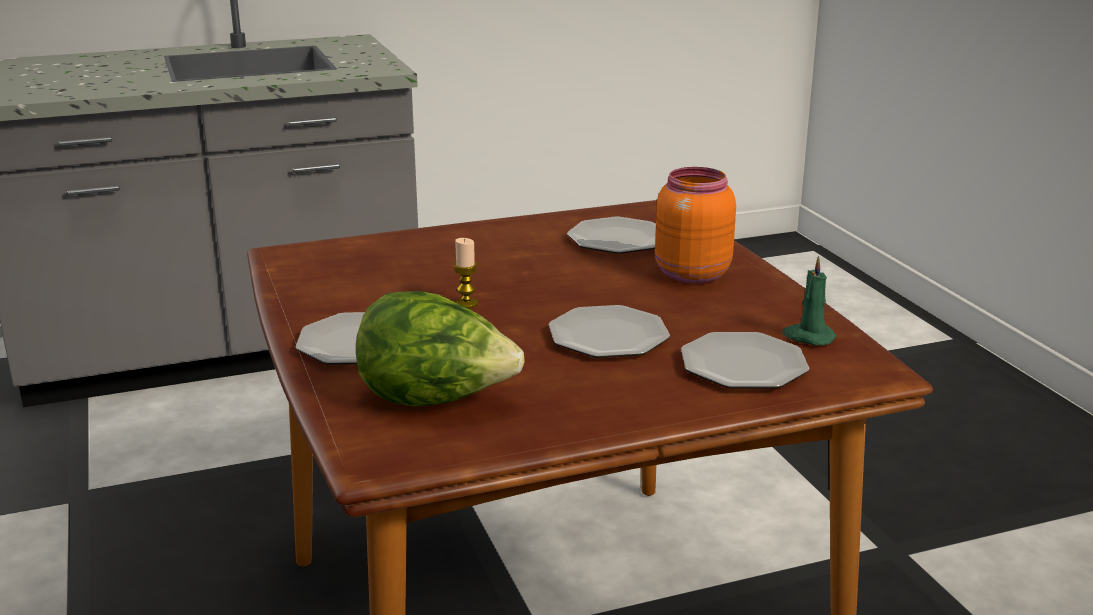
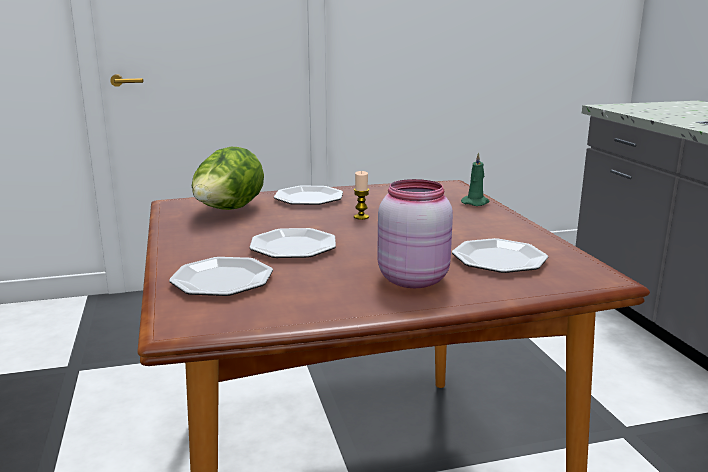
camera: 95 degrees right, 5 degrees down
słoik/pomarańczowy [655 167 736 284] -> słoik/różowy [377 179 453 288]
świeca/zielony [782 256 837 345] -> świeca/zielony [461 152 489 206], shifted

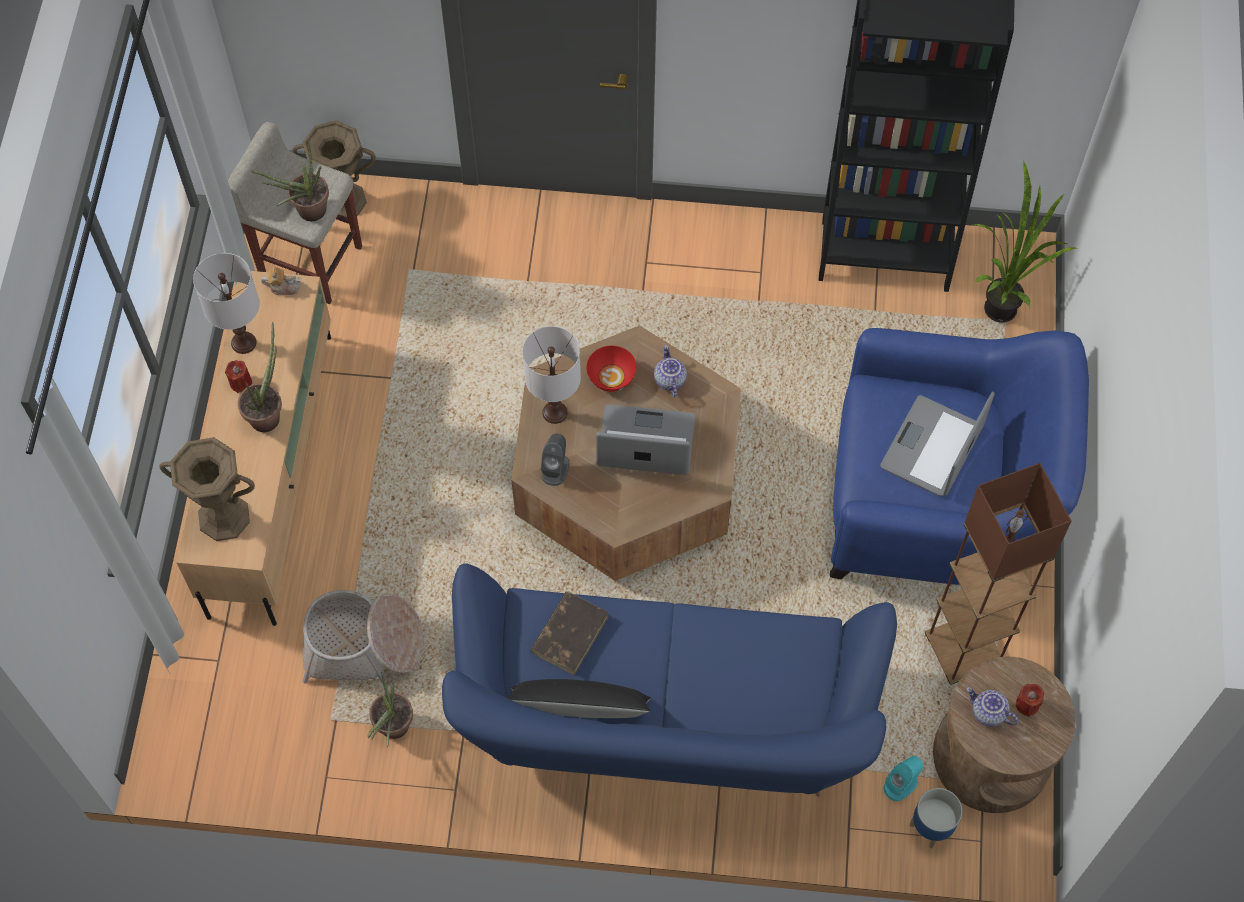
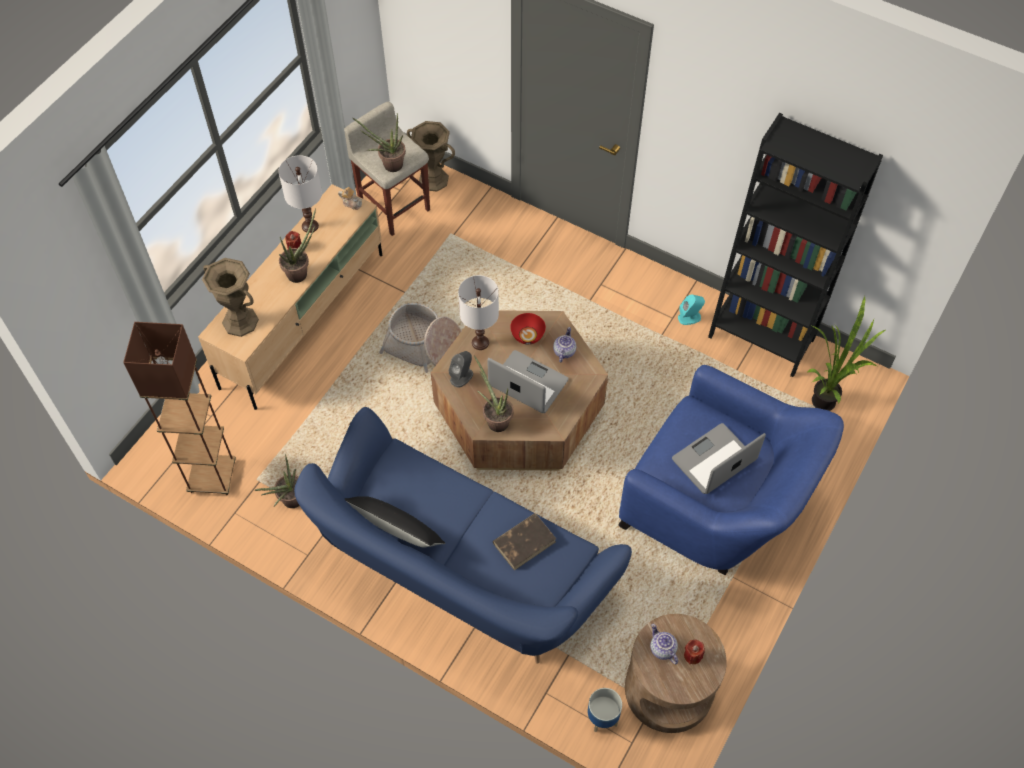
camera: 25 degrees right, 5 degrees down
koszyk [302 590 424 684] -> koszyk [379 303 461 373], shifted
książka/brązowy [530 591 609 675] -> książka/brązowy [493 513 556 570], shifted
głośnik/turkusowy [883 756 923 801] -> głośnik/turkusowy [678 294 705 325], shifted
lampa stojąca/brązowy [925 463 1072 685] -> lampa stojąca/brązowy [123 322 236 495], shifted
none -> roślina doniczkowa [474 356 513 432]

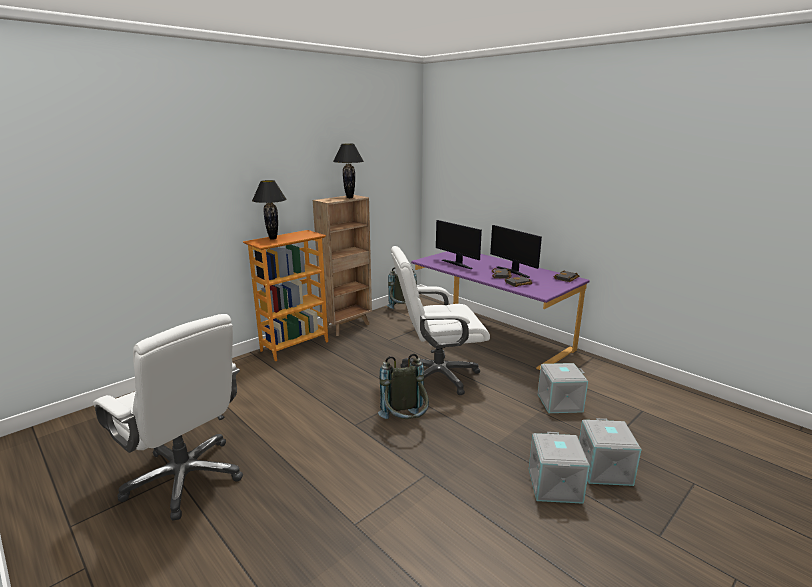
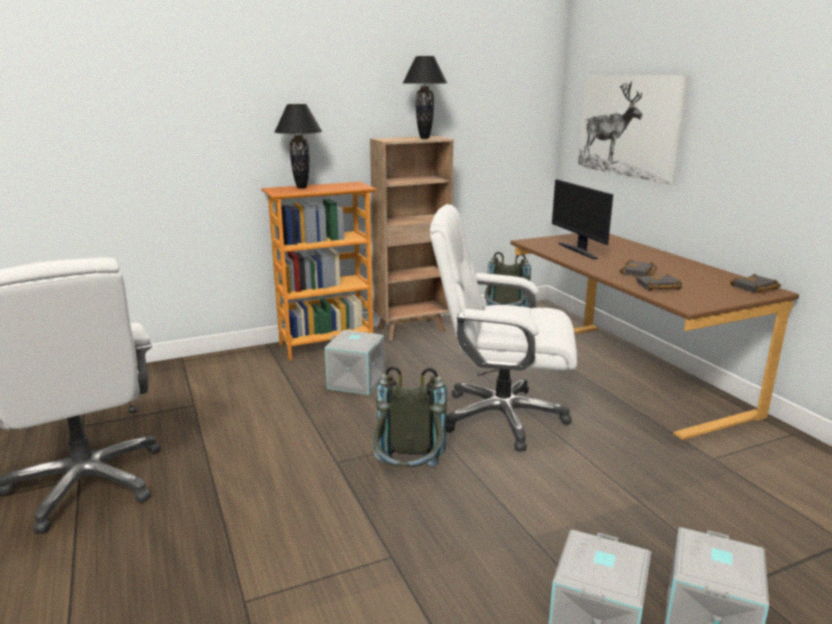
camera: 20 degrees right, 0 degrees up
biurko/fioletowy [411 251 590 370] -> biurko/brązowy [510 233 799 440]
monitor [490 225 542 278] -> none
pojemnik do przechowywania/szary [538 363 588 413] -> pojemnik do przechowywania/szary [325 330 385 395], shifted
none -> obraz [578 75 690 185]

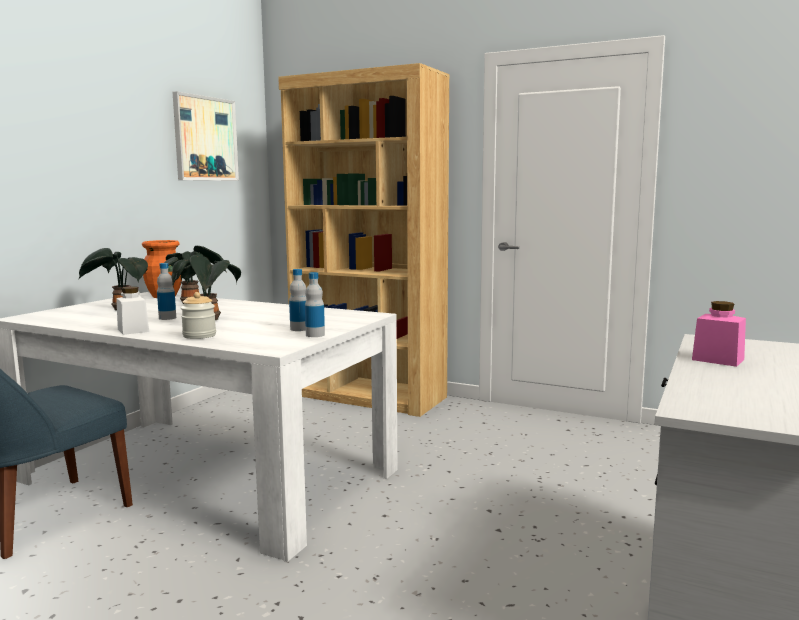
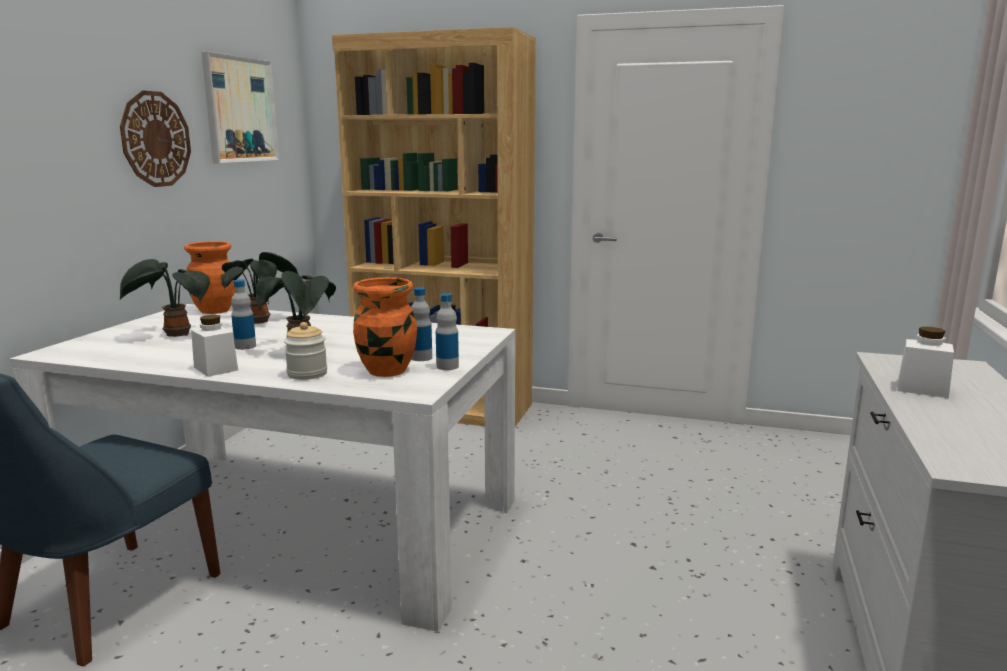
camera: 10 degrees left, 5 degrees up
słoik/różowy [692 301 746 367] -> słoik/biały [897 327 954 398]
none -> zegar ścienny [120 90 191 187]
none -> wazon/pomarańczowy [353 277 417 377]

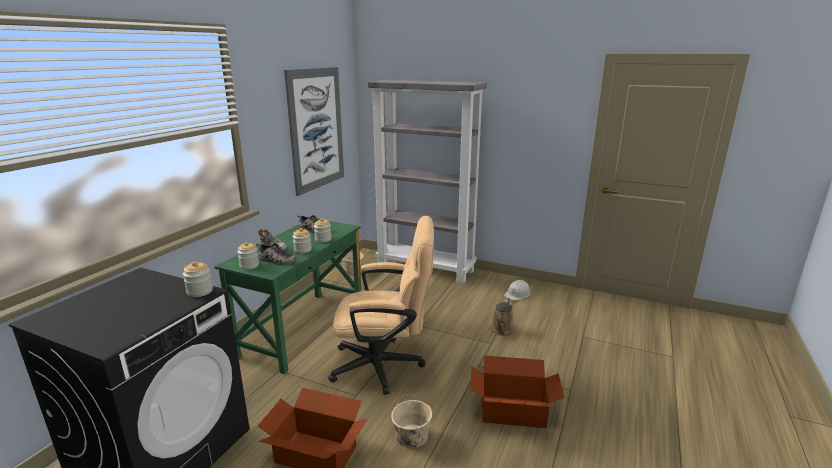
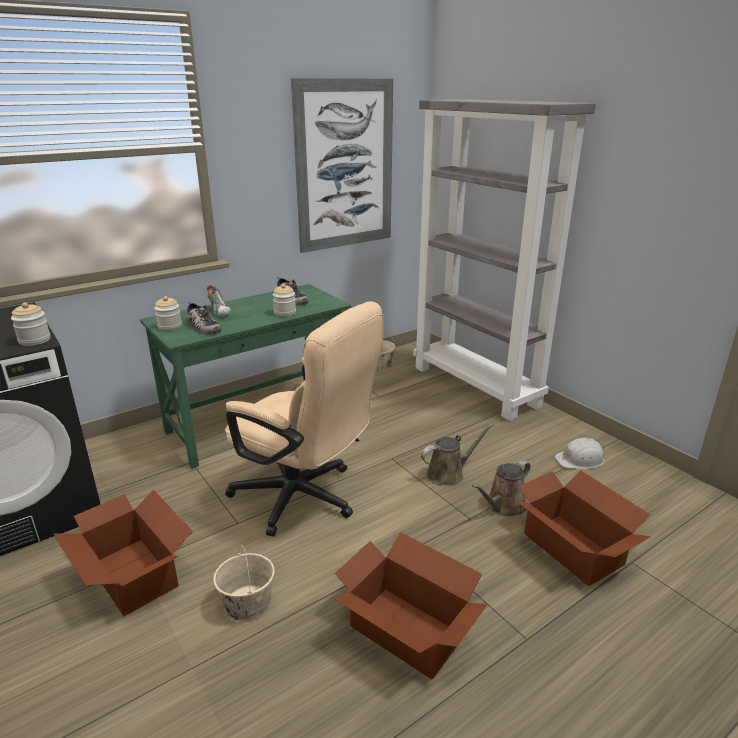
camera: 30 degrees right, 5 degrees up
słoik [293 228 312 253] -> none
none -> konewka/brązowy [421 424 494 486]
none -> karton [515 470 651 586]

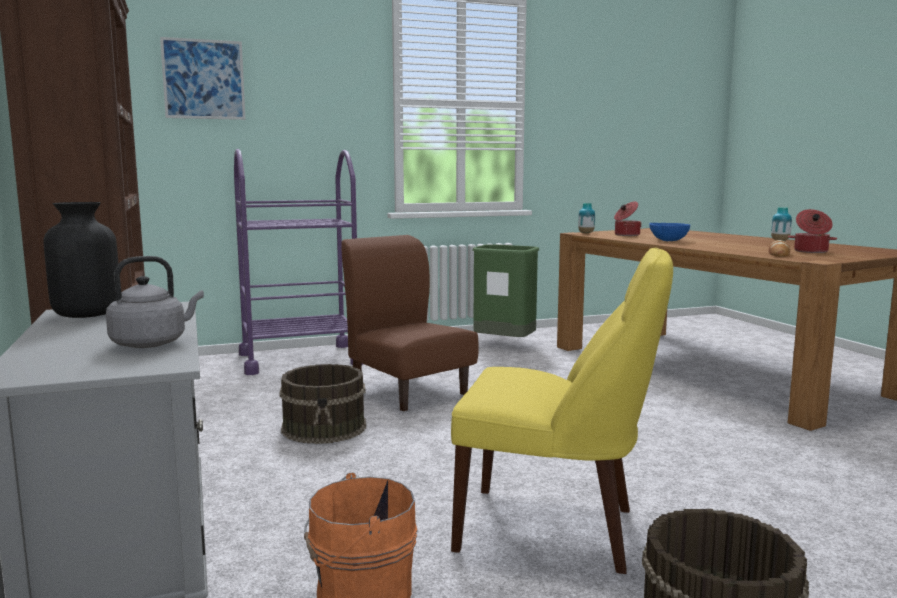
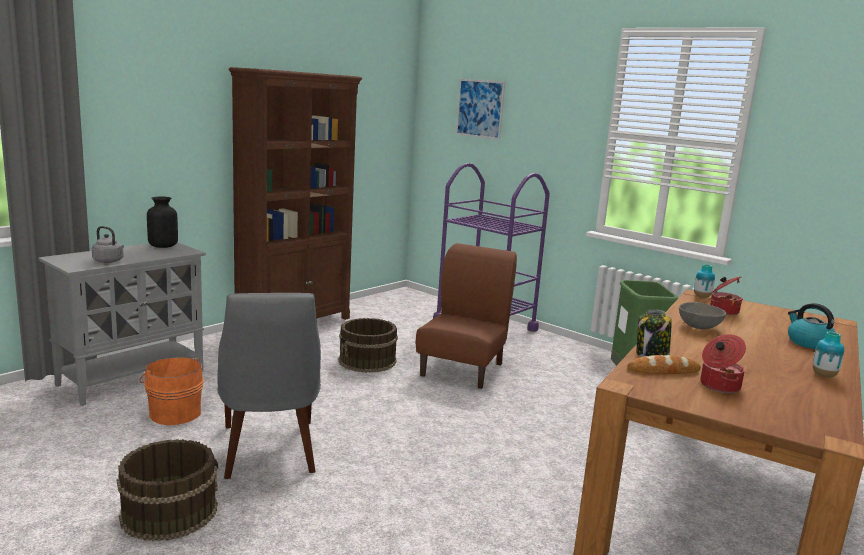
camera: 60 degrees right, 5 degrees up
krzesło/żółty [451 247 673 574] -> krzesło/szary [217 293 321 479]
miska/niebieski [649 223 690 241] -> miska/szary [679 302 726 329]
none -> słoik [636 309 672 357]
none -> czajnik [788 303 835 349]

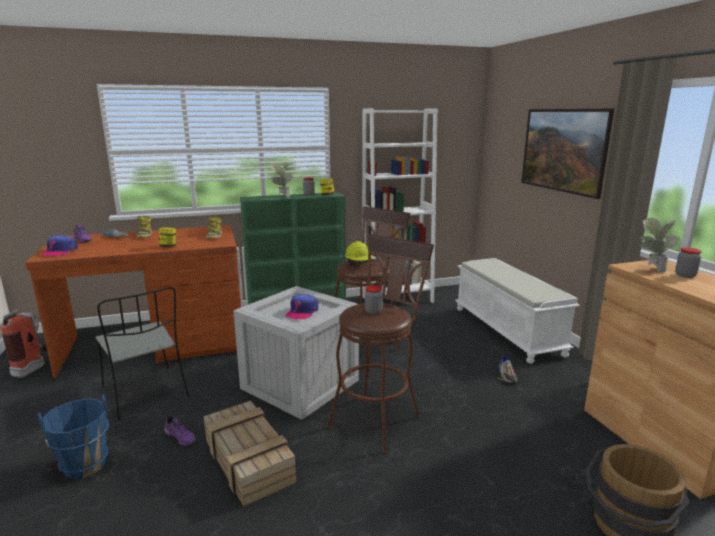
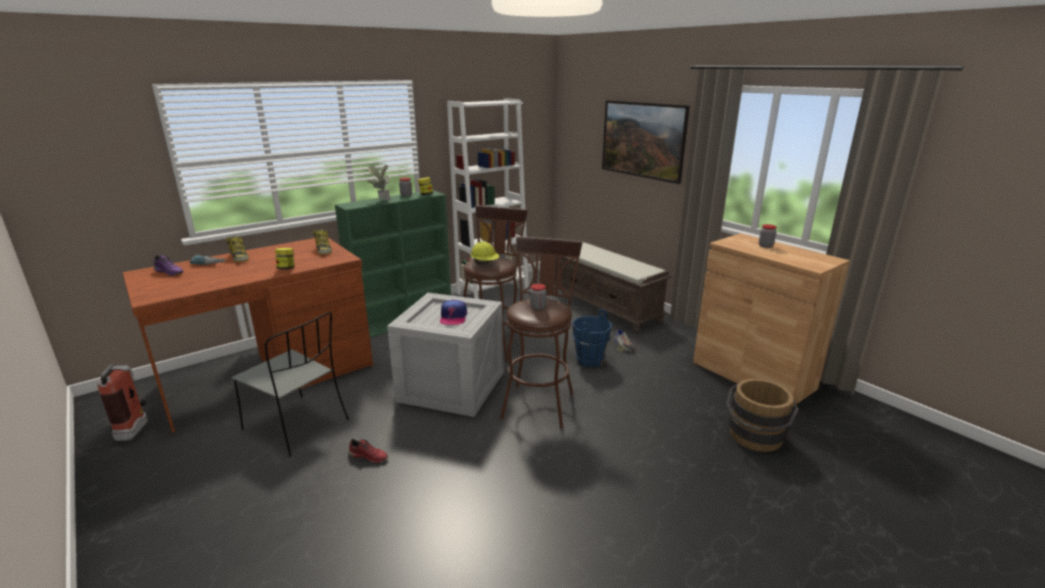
camera: 20 degrees left, 5 degrees up
wiadro/niebieski [38 394 109 479] -> wiadro/niebieski [572 309 612 367], shifted
czapka z daszkiem [41 235 78 256] -> none
but/fioletowy [164 416 196 446] -> but/czerwony [348 439 388 463]
skrzynka [204 401 296 507] -> none
ławka/biały [455 258 580 364] -> ławka/brązowy [553 242 671 333]
roślina doniczkowa [640 217 680 273] -> none

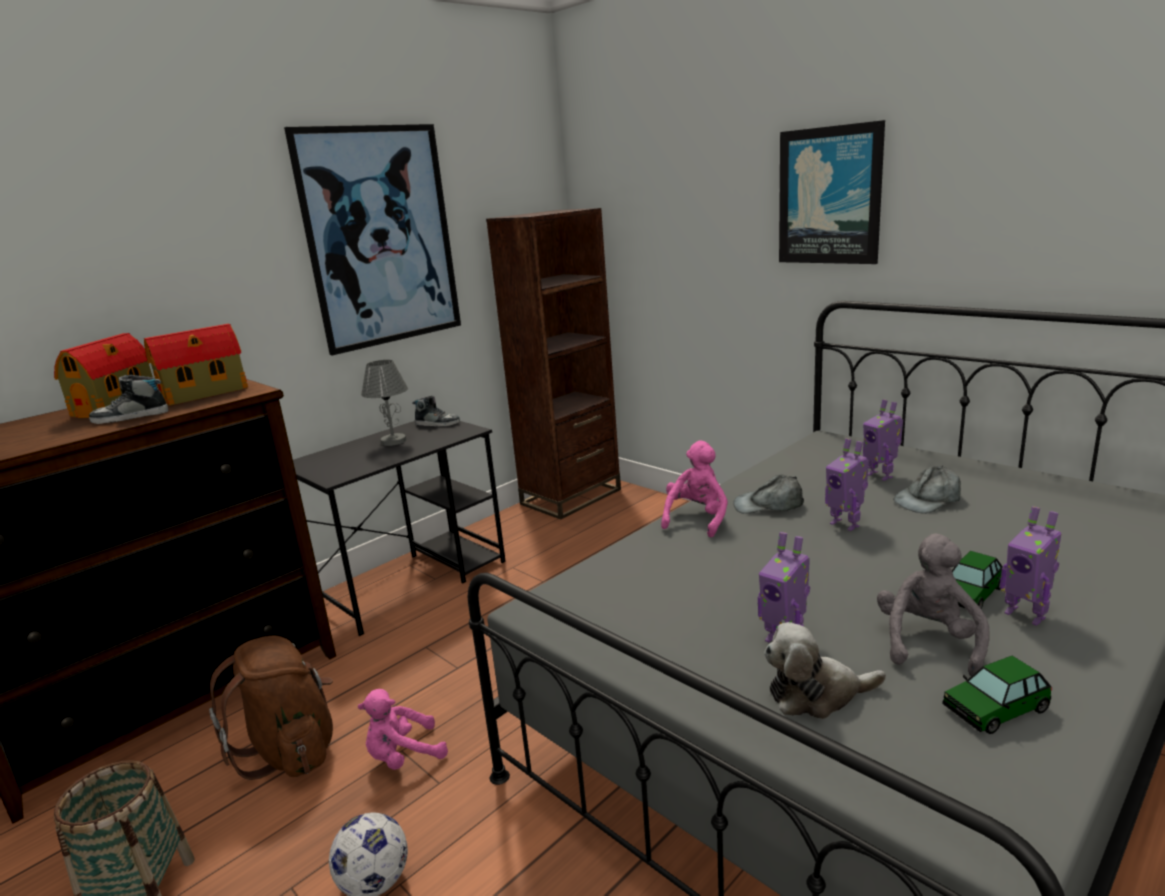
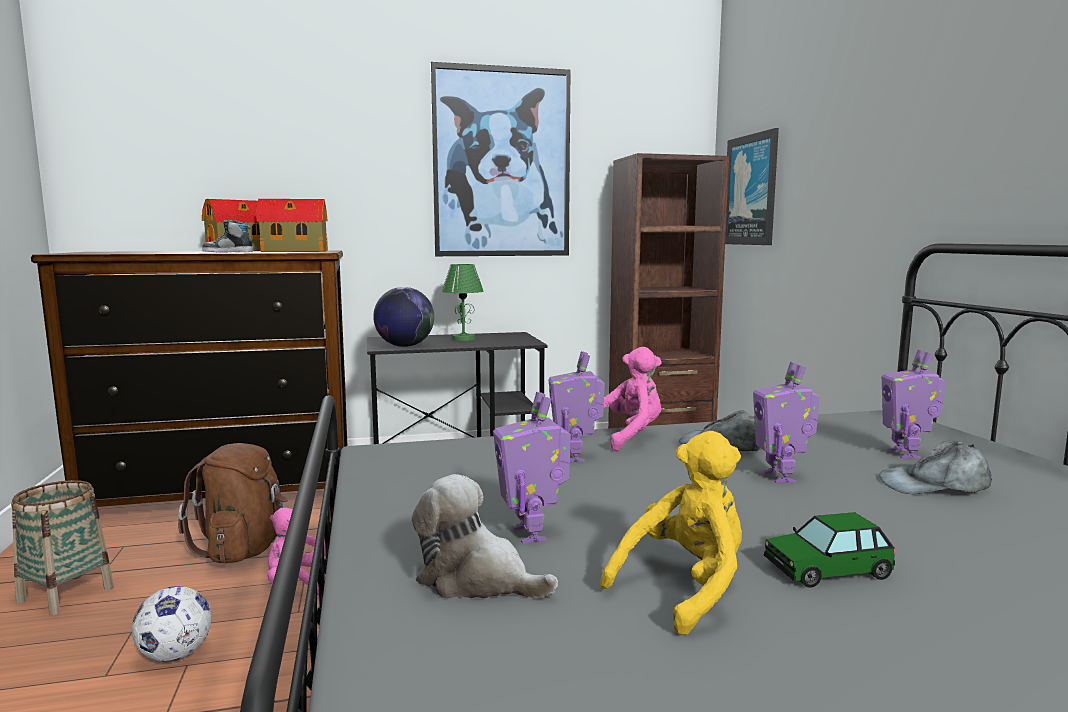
camera: 30 degrees right, 10 degrees down
lampa stołowa/szary [361 359 408 446] -> lampa stołowa/zielony [442 264 484 341]
but [413 396 460 426] -> none
obraz [779 120 885 264] -> obraz [725 128 779 245], shifted
pluszak/szary [877 534 989 676] -> pluszak/żółty [600 431 742 635]
samochodzik [942 656 1052 734] -> none
robot zabawkowy [1000 506 1061 626] -> robot zabawkowy [548 351 605 462], shifted
none -> globus [373 287 434 347]

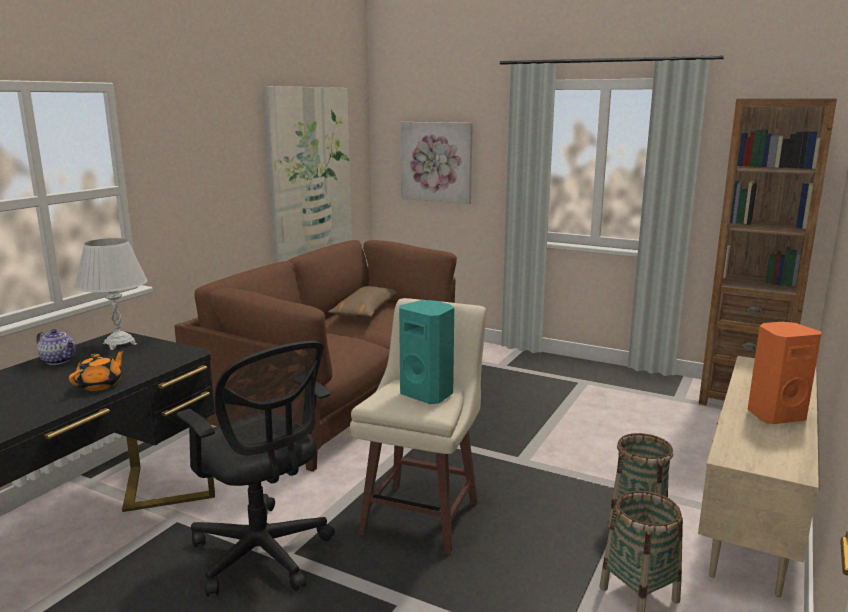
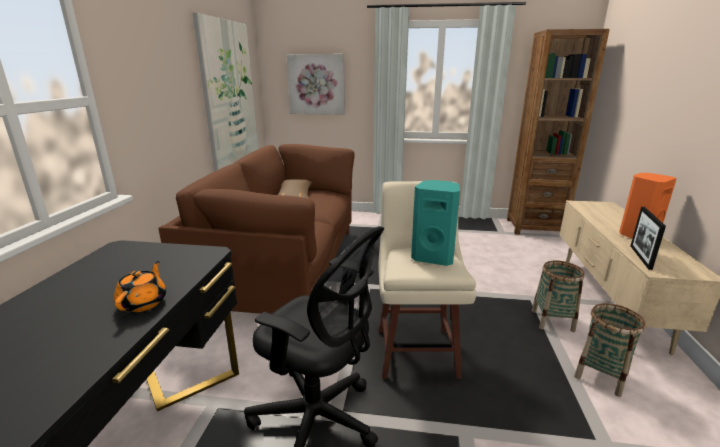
camera: 20 degrees left, 5 degrees up
imbryk [36 329 75 365] -> none
lampa stołowa/biały [75 238 148 350] -> none
none -> ramka na zdjęcie [631 207 666 270]

